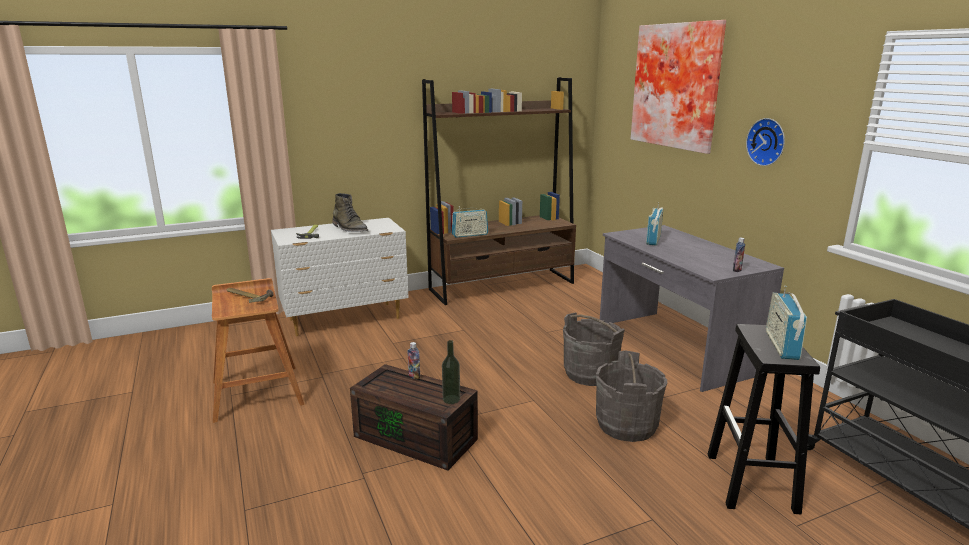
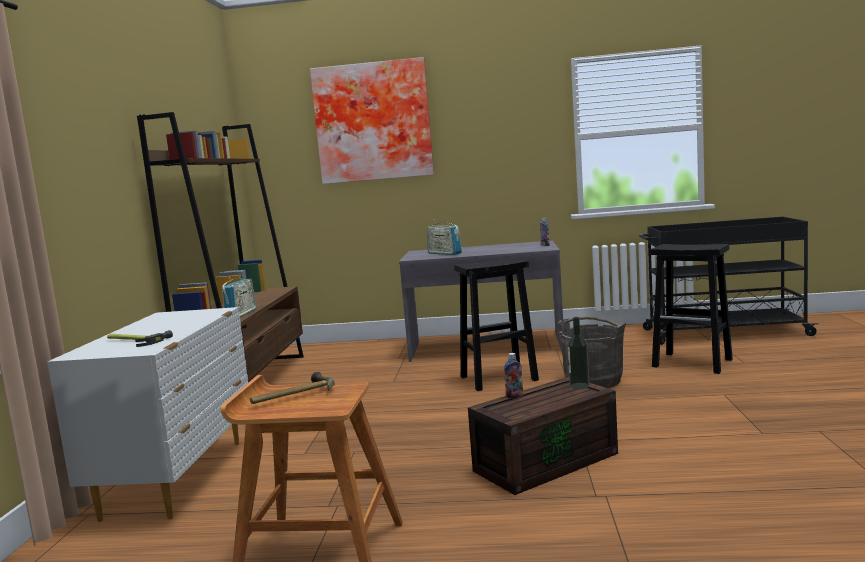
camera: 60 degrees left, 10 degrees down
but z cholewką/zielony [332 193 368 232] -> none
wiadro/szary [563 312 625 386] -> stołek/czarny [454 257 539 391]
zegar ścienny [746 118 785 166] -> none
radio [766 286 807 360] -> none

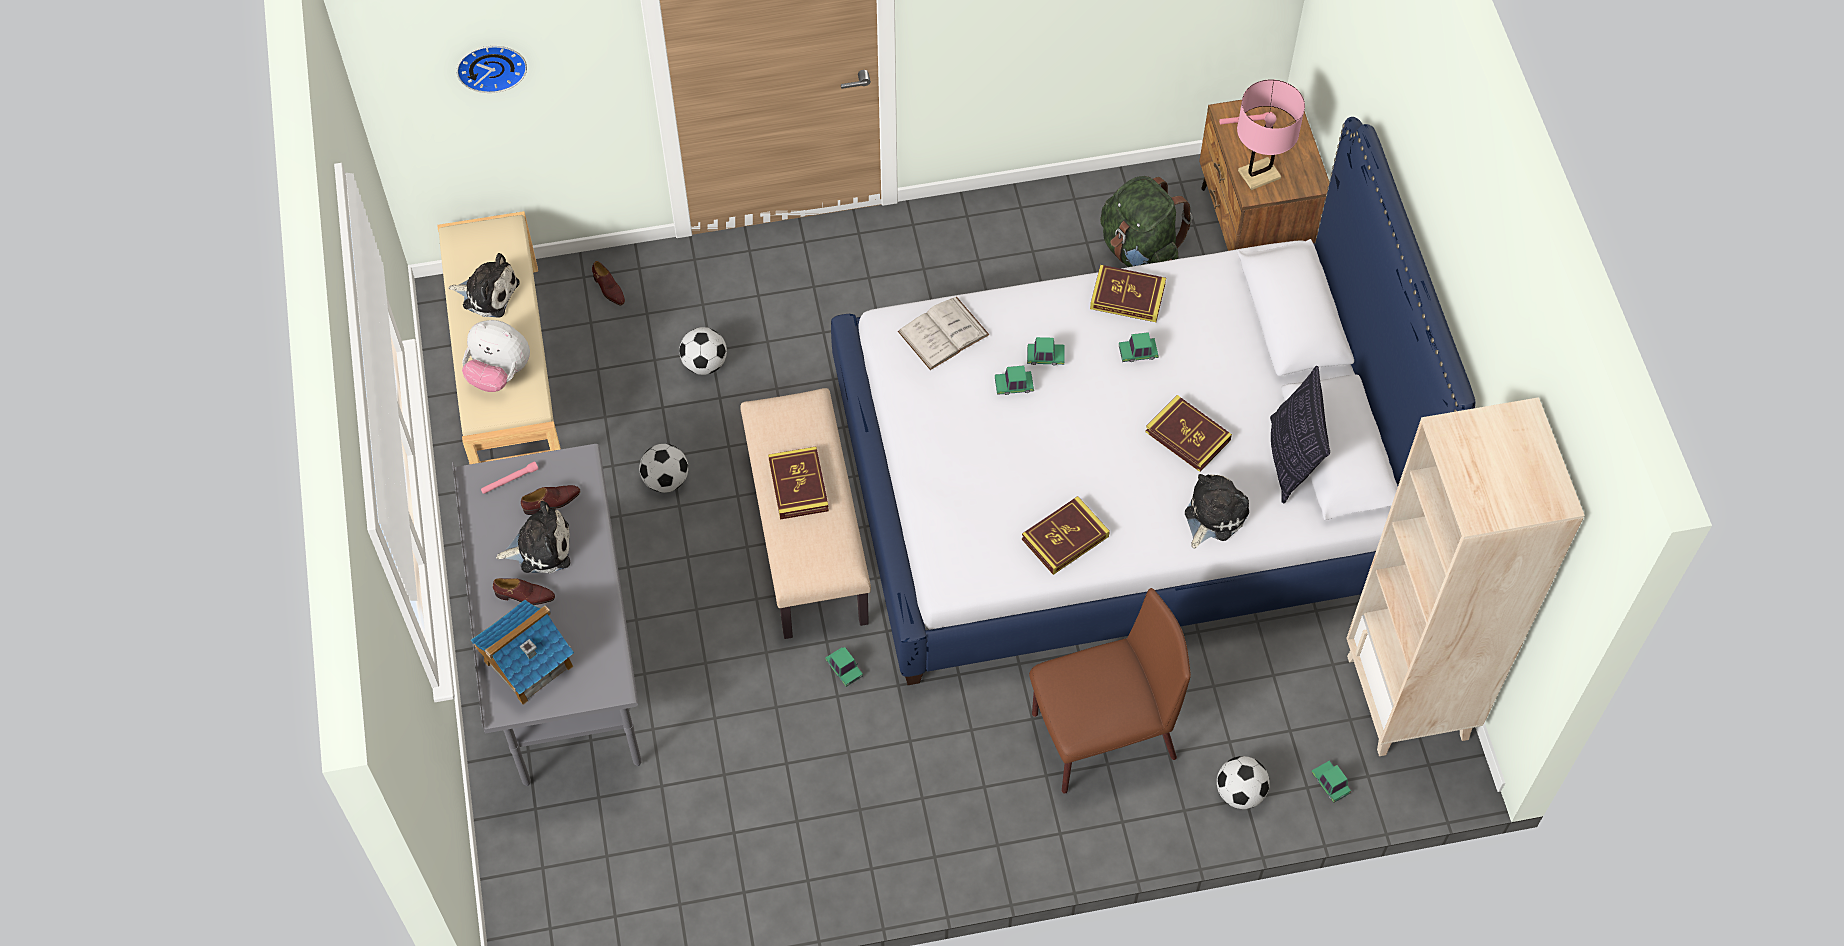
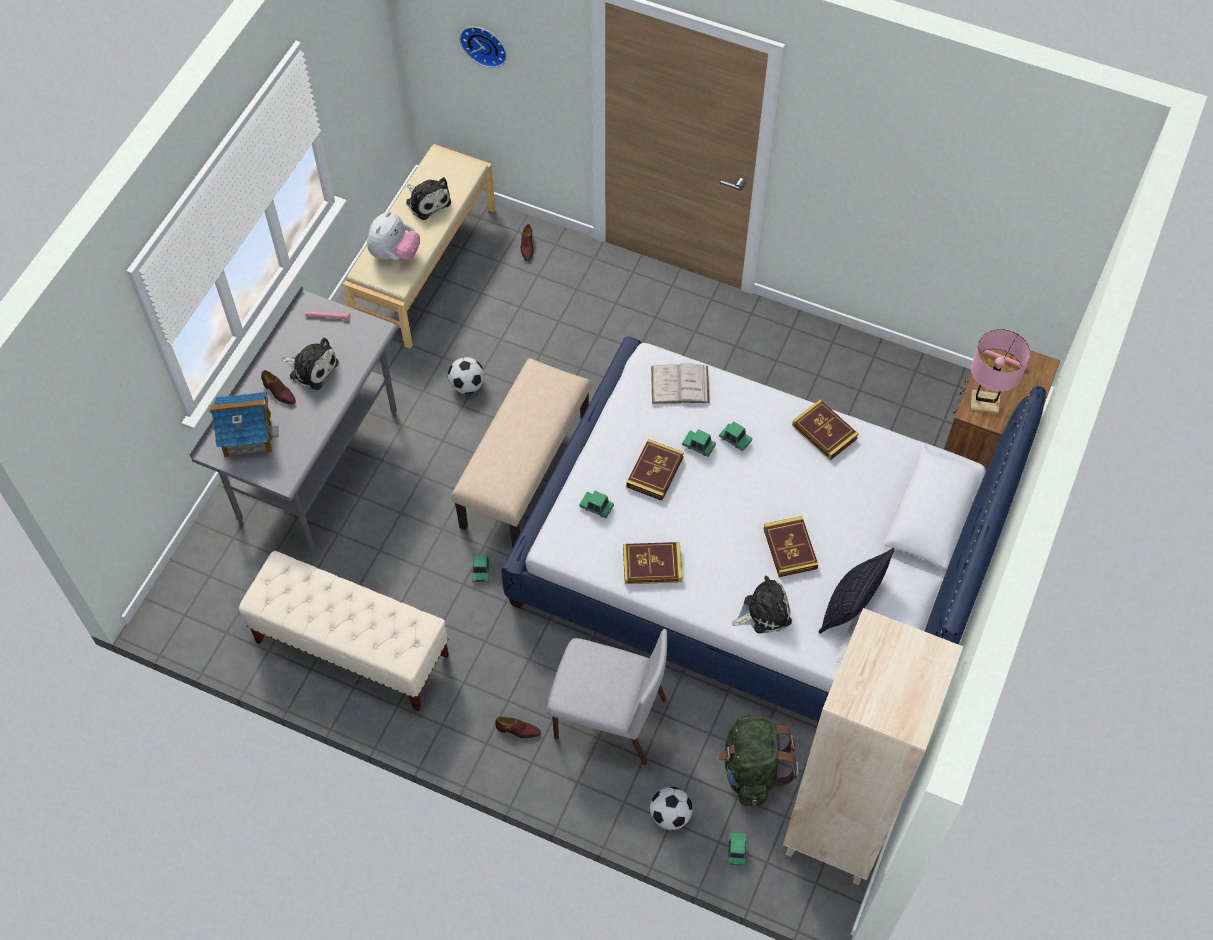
camera: 35 degrees right, 0 degrees up
pluszak [462 320 530 392] -> pluszak [367 211 420 261], 120 degrees counterclockwise
but/brązowy [521 485 580 515] -> but/brązowy [495 717 541 738], shifted
piłka futbolowa [679 327 727 375] -> none
książka [768 447 829 519] -> książka [626 439 684 501], shifted
krzesło/brązowy [1029 588 1191 794] -> krzesło/szary [547 629 667 765]
plecak/zielony [1100 176 1193 267] -> plecak/zielony [718 716 799 806], shifted
samochodzik [1119 332 1159 362] -> samochodzik [579 491 614 518], shifted
none -> ławka/beżowy [239 551 449 711]

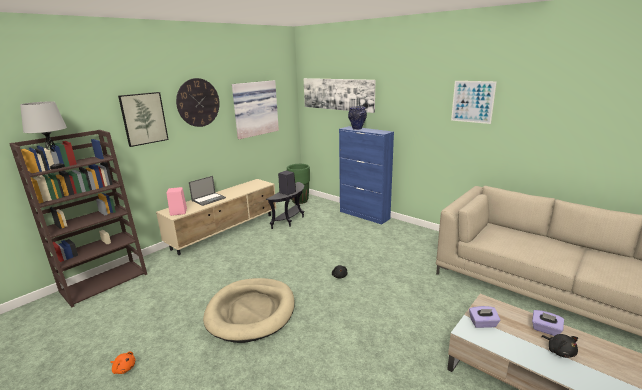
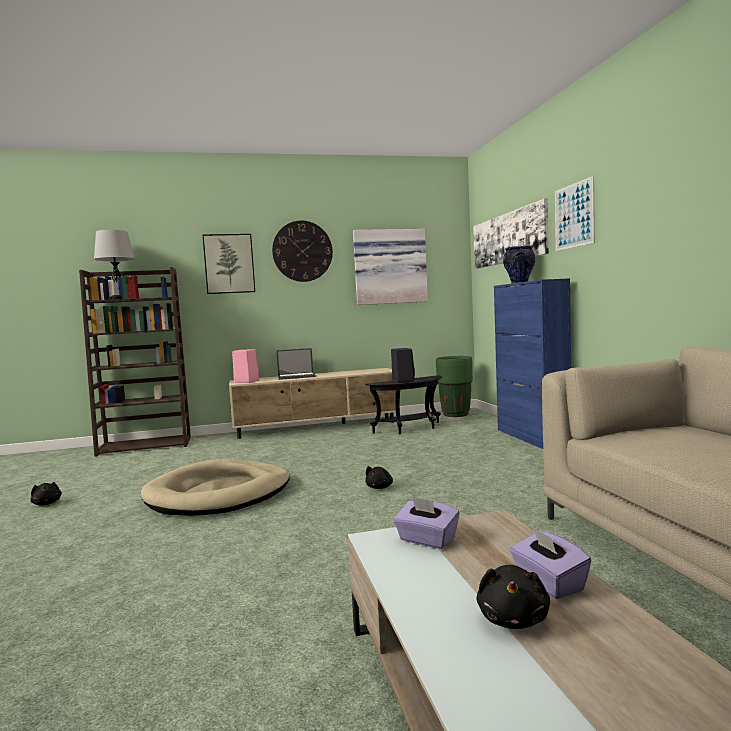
camera: 35 degrees right, 15 degrees down
pluszak/pomarańczowy [110 351 136 374] -> pluszak/czarny [30 482 62 506]
obraz [451 81 497 124] -> obraz [555 176 595 251], shifted

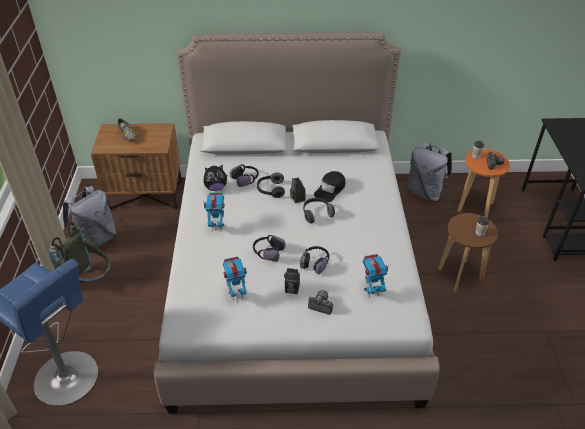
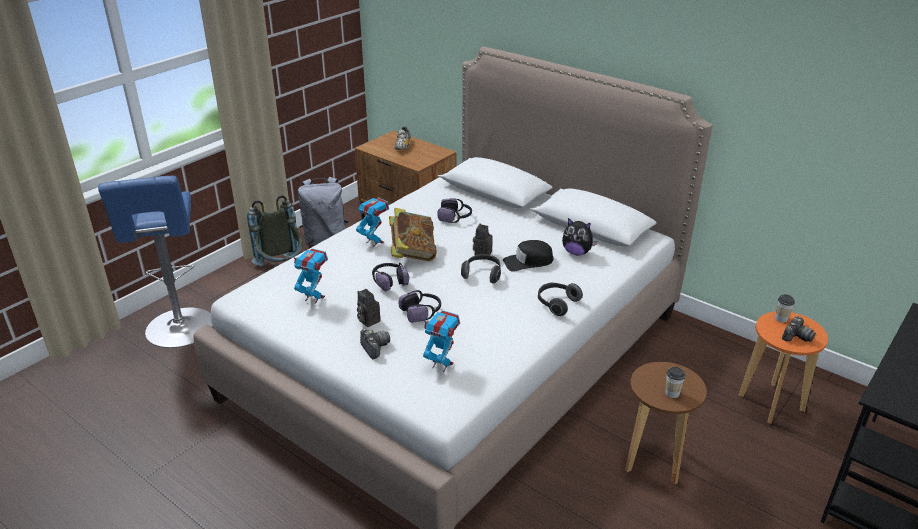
camera: 40 degrees right, 10 degrees down
pluszak [203 165 228 191] -> pluszak [562 218 597 256], shifted
słuchawki [257 172 285 198] -> słuchawki [538 283 583 316], shifted
plecak/szary [407 143 452 201] -> none
none -> książka [389 208 437 261]

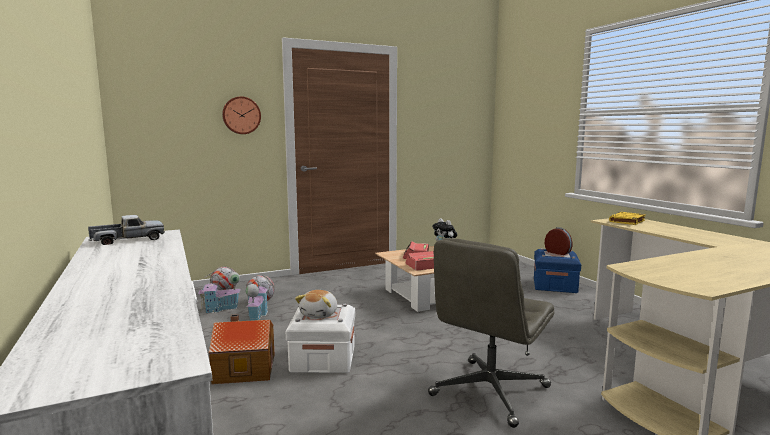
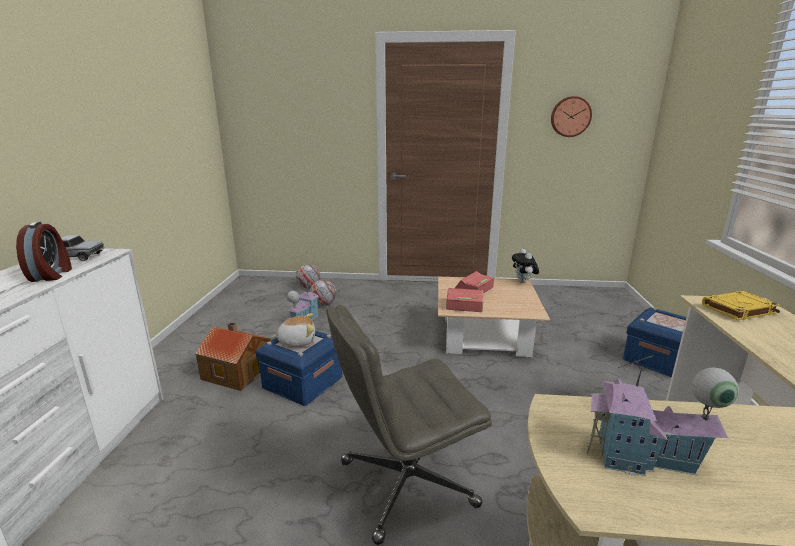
camera: 30 degrees right, 10 degrees up
domek [198 272 241 313] -> domek [586 356 738 476], shifted
zegar ścienny [222 96 261 134] -> zegar ścienny [551 96 592 137], shifted
pojemnik do przechowywania/biały [286 304 355 373] -> pojemnik do przechowywania/niebieski [256 331 342 406]
pluszak [295 290 337 318] -> pluszak [272 313 315 347], 150 degrees counterclockwise
budzik [545 227 572 255] -> budzik [16 222 72 282], shifted

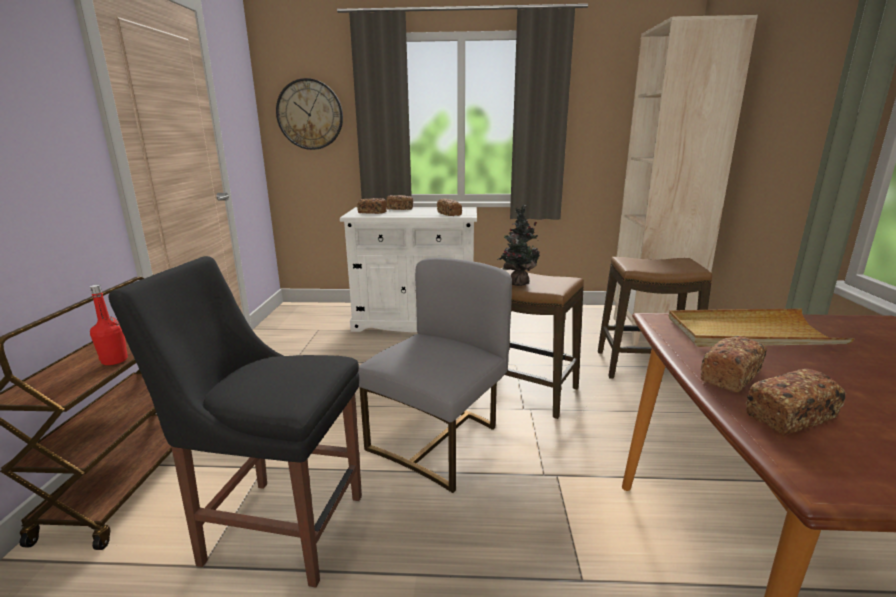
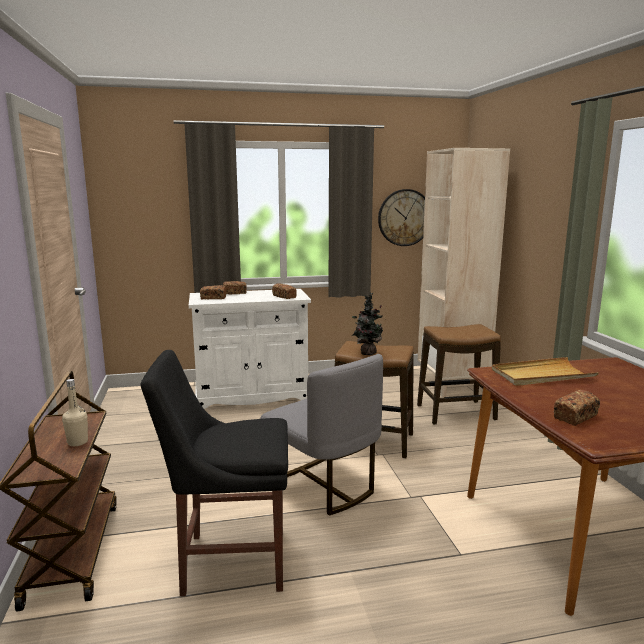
camera: 15 degrees left, 5 degrees down
butelka/czerwony [90 284 128 365] -> butelka/beżowy [62 379 88 446]
zegar ścienny [276 78 343 150] -> zegar ścienny [378 189 425 246], shifted
krzesło/szary [358 258 512 493] -> krzesło/szary [260 354 383 515], 120 degrees clockwise
chleb [701 336 767 392] -> none

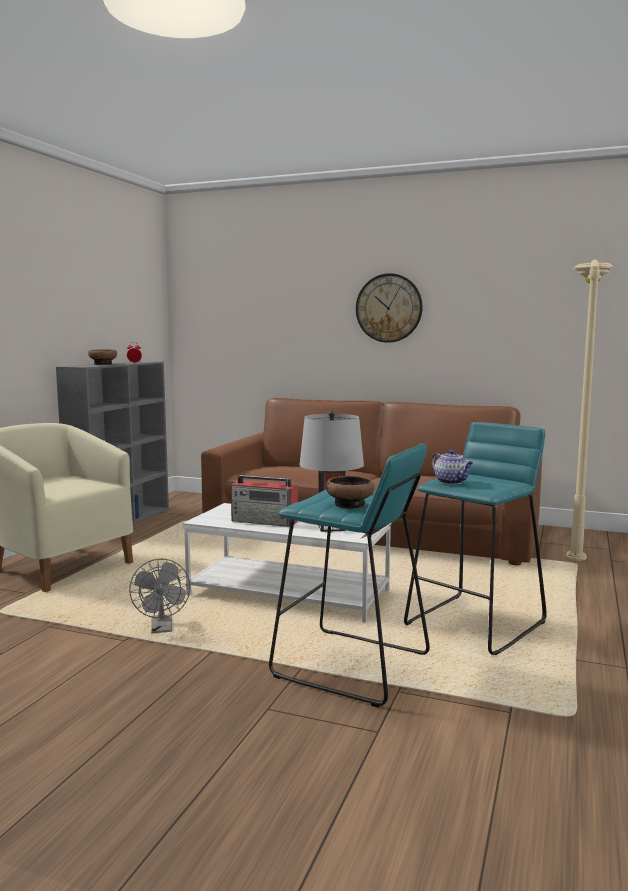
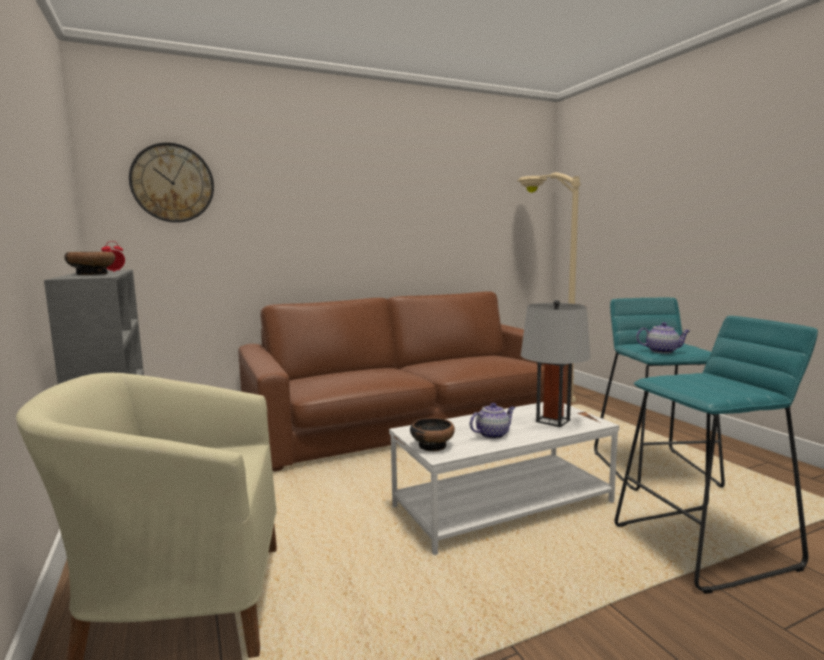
camera: 45 degrees left, 0 degrees up
wentylator/szary [129 558 191 633] -> none
radio [231 475 298 527] -> imbryk [470 403 515 439]
miska [326 476 375 509] -> miska [410 418 455 452], shifted
zegar ścienny [356 273 422 343] -> zegar ścienny [129 143 214 223], shifted

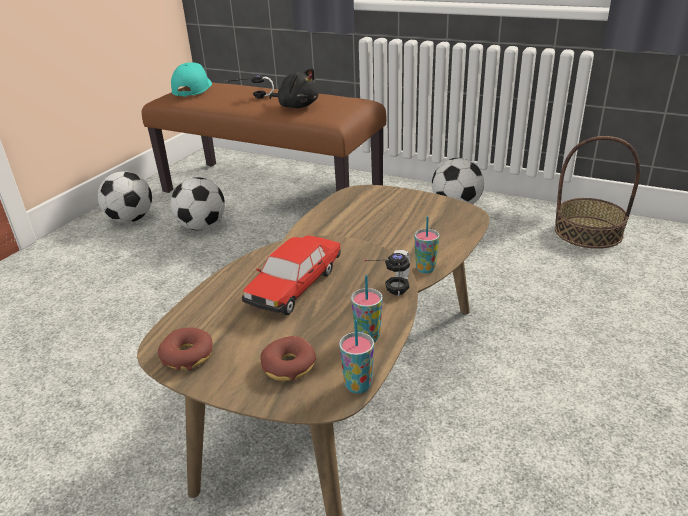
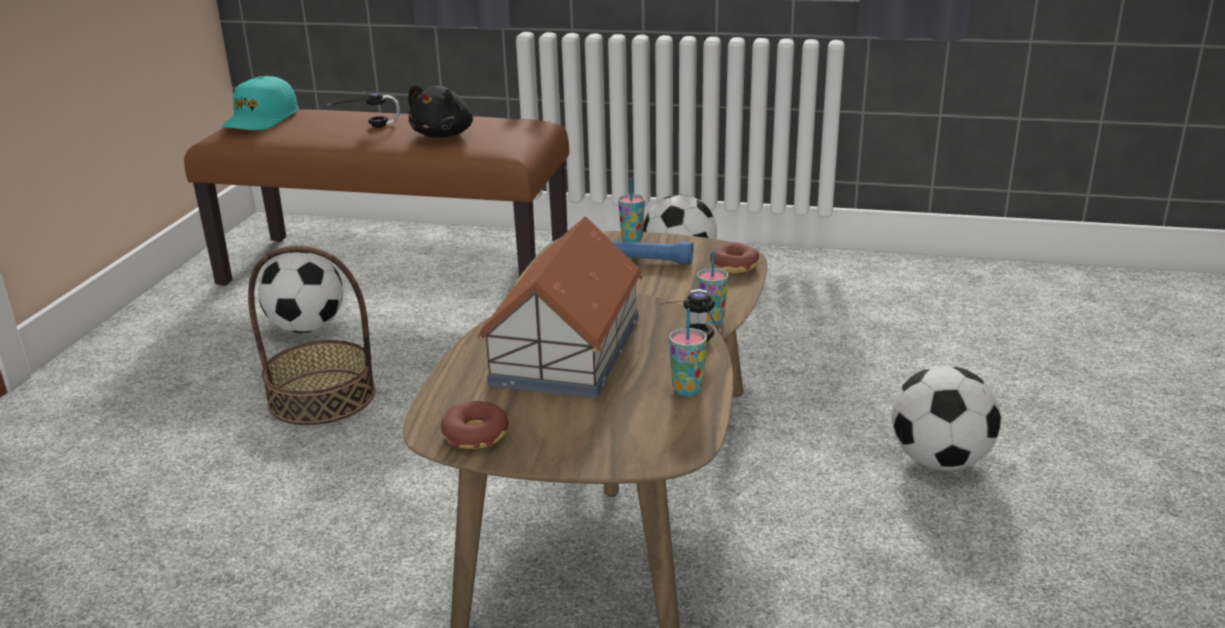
camera: 15 degrees left, 5 degrees down
piłka futbolowa [98 171 152 223] -> piłka futbolowa [892 365 1001 471], shifted
czapka z daszkiem/turkusowy [171 62 212 97] -> czapka z daszkiem/turkusowy [221 76 299 130], 150 degrees counterclockwise
samochodzik [242 235 341 315] -> domek [477 216 644 398]
donut [260 336 316 381] -> donut [710 242 759 273], shifted
pluszak/czarny [269 68 318 108] -> pluszak/czarny [408 85 473 138], 90 degrees clockwise
filiżanka [339 320 374 394] -> filiżanka [618 178 645 242], shifted
koszyk [555 136 640 249] -> koszyk [248 246 375 425], shifted
none -> latarka/niebieski [612 241 693 265]

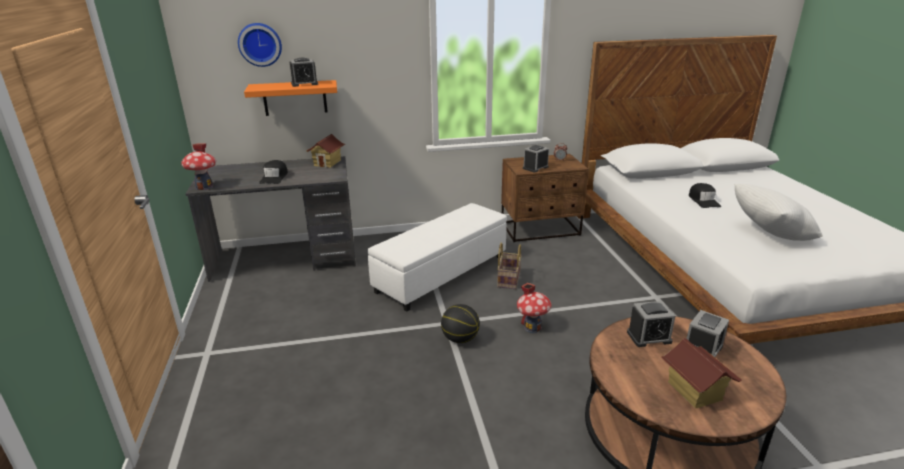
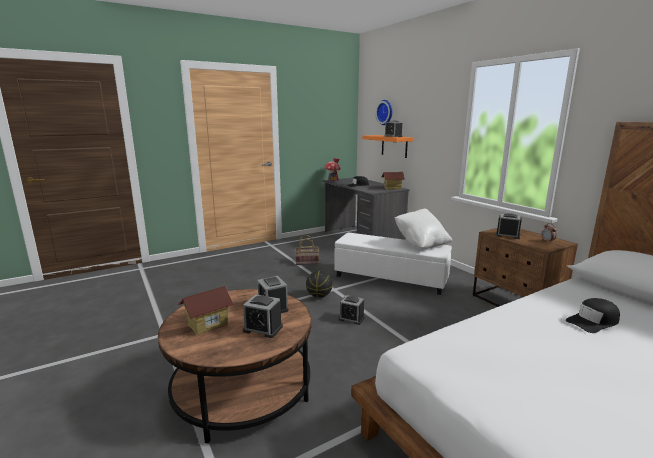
camera: 70 degrees right, 10 degrees down
koszyk [497 242 522 289] -> koszyk [294 235 319 265], shifted
domek [517 283 552 333] -> budzik [339 295 365 325]
poduszka/biały [734 184 823 241] -> poduszka/biały [395 208 452 249], shifted

